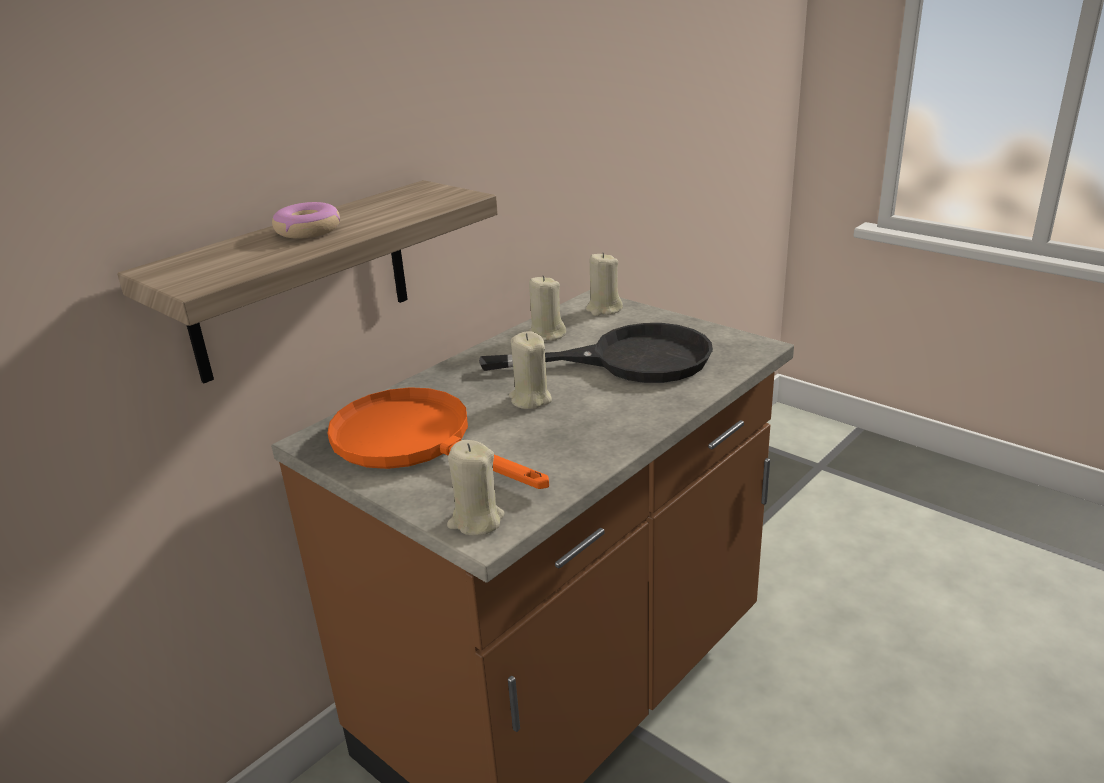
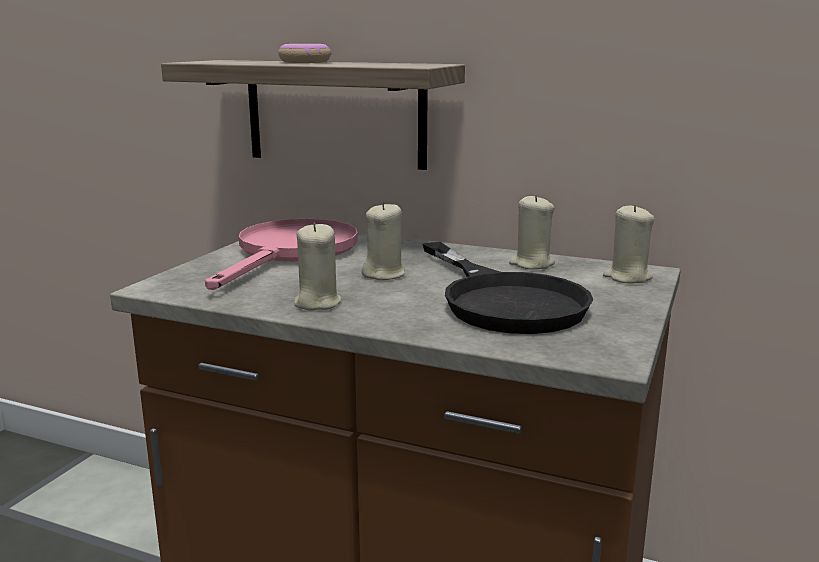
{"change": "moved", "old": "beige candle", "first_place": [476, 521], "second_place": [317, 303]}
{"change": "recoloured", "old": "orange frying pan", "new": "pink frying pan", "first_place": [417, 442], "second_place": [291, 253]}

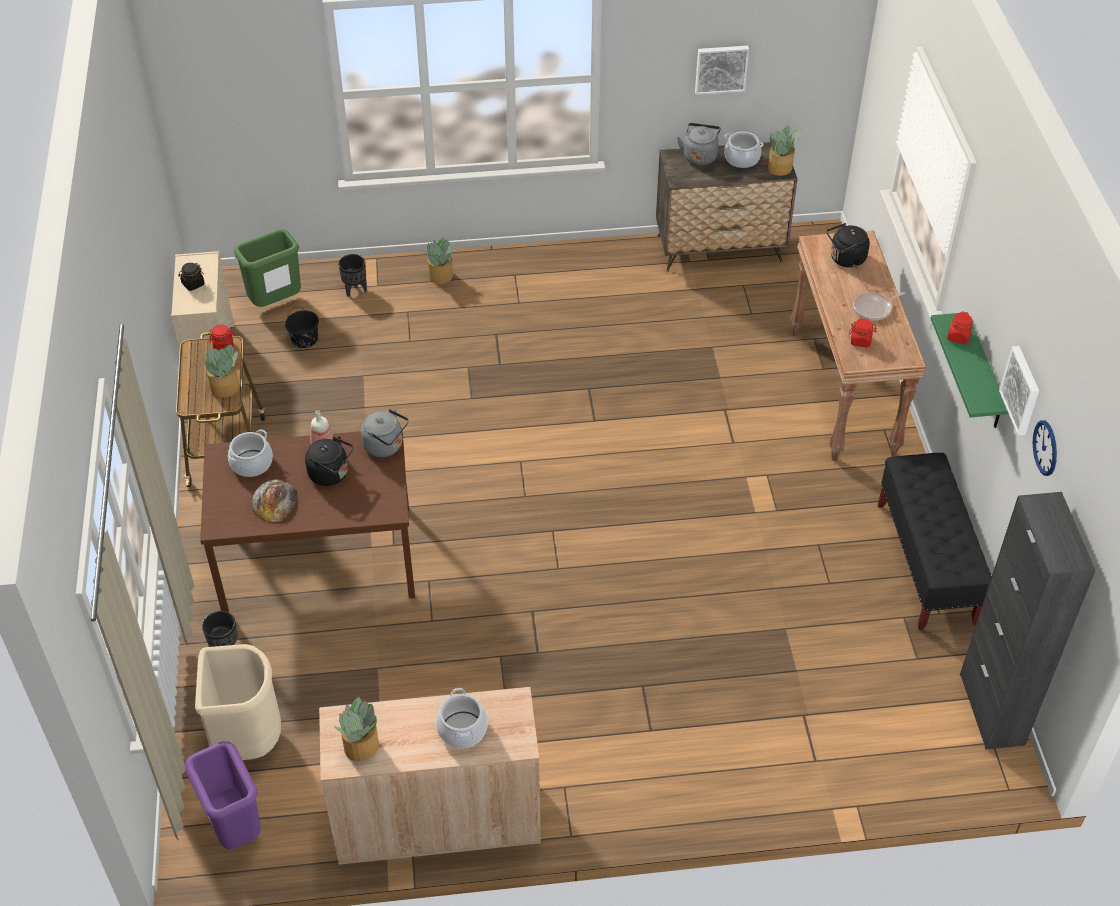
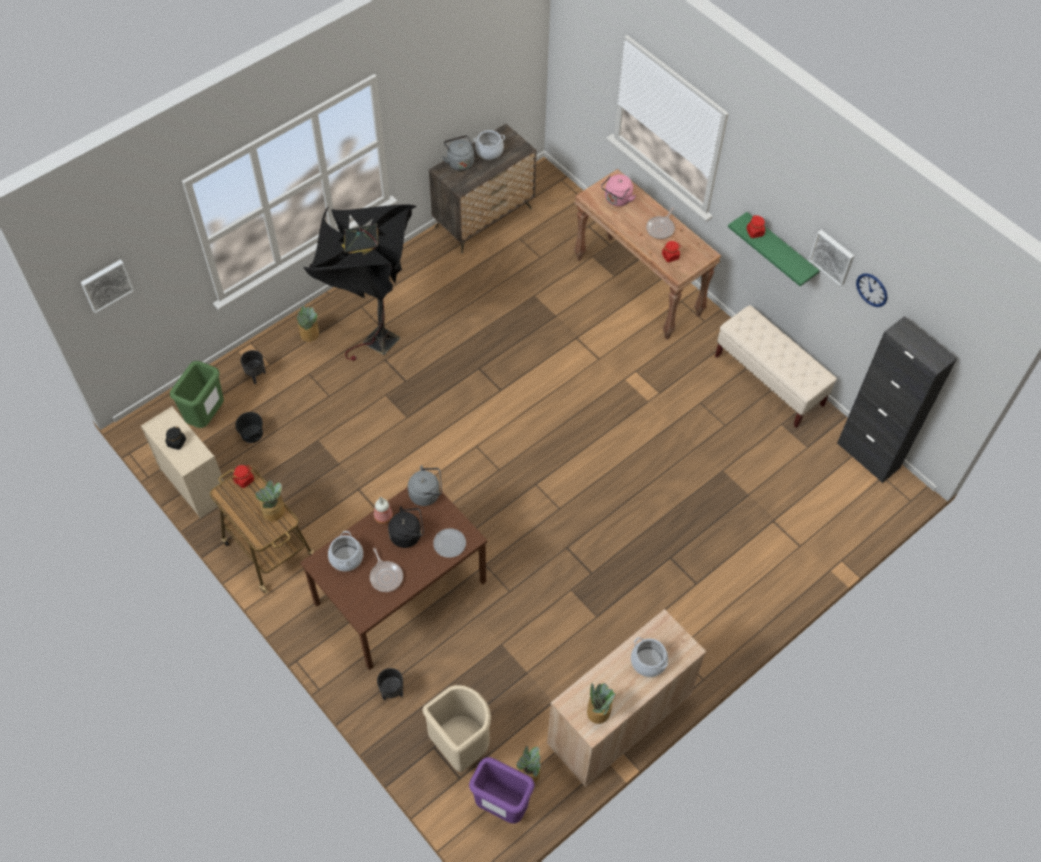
{"change": "added", "new": "black floor lamp", "second_place": [374, 336]}
{"change": "added", "new": "plate", "second_place": [450, 544]}
{"change": "moved", "old": "picture", "first_place": [721, 68], "second_place": [106, 285]}
{"change": "moved", "old": "potted plant", "first_place": [780, 168], "second_place": [529, 773]}
{"change": "replaced", "old": "bread", "new": "frying pan", "first_place": [274, 501], "second_place": [386, 576]}
{"change": "recoloured", "old": "black kettle", "new": "pink kettle", "first_place": [845, 259], "second_place": [617, 200]}
{"change": "recoloured", "old": "black bench", "new": "beige bench", "first_place": [926, 563], "second_place": [769, 381]}

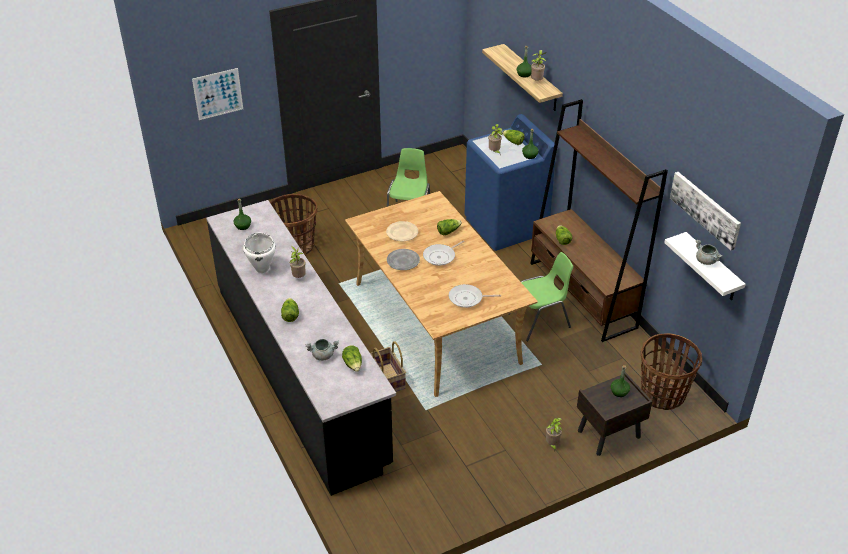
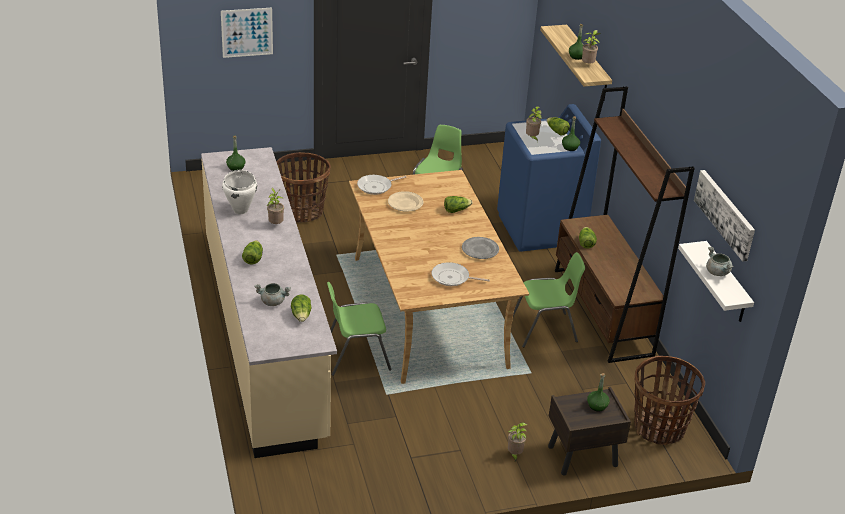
{"change": "moved", "old": "grey plate", "first_place": [403, 261], "second_place": [480, 250]}
{"change": "moved", "old": "frying pan", "first_place": [441, 256], "second_place": [376, 187]}
{"change": "replaced", "old": "basket", "new": "green chair", "first_place": [387, 379], "second_place": [355, 357]}
{"change": "recoloured", "old": "black counter", "new": "beige counter", "first_place": [300, 373], "second_place": [264, 334]}

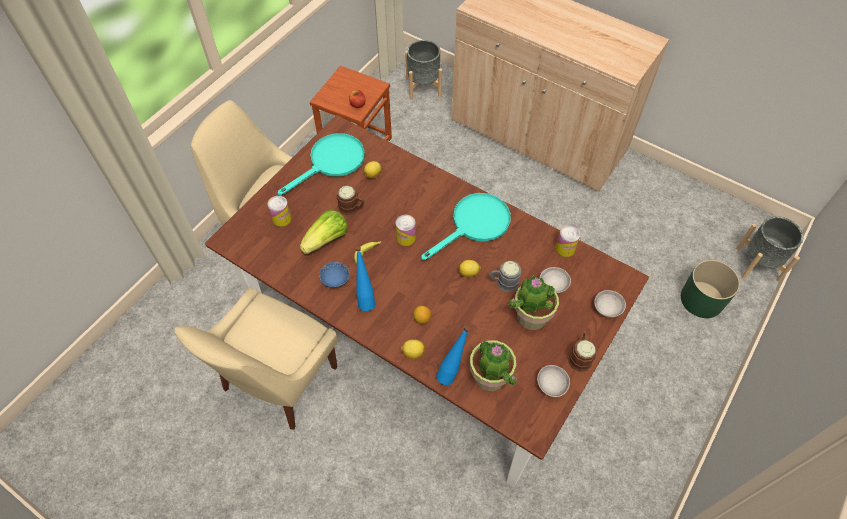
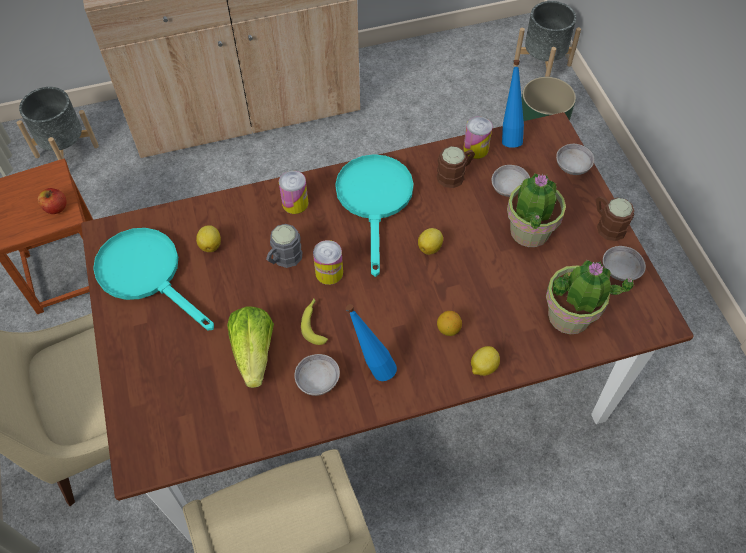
{"change": "moved", "old": "can", "first_place": [281, 218], "second_place": [295, 203]}
{"change": "moved", "old": "brown mug", "first_place": [352, 208], "second_place": [455, 175]}
{"change": "moved", "old": "blue bottle", "first_place": [452, 371], "second_place": [509, 136]}
{"change": "moved", "old": "grey mug", "first_place": [503, 282], "second_place": [283, 259]}
{"change": "recoloured", "old": "blue bowl", "new": "grey bowl", "first_place": [335, 279], "second_place": [318, 380]}
{"change": "turned", "old": "turquoise frying pan", "first_place": [331, 163], "second_place": [147, 274], "degrees": -45}

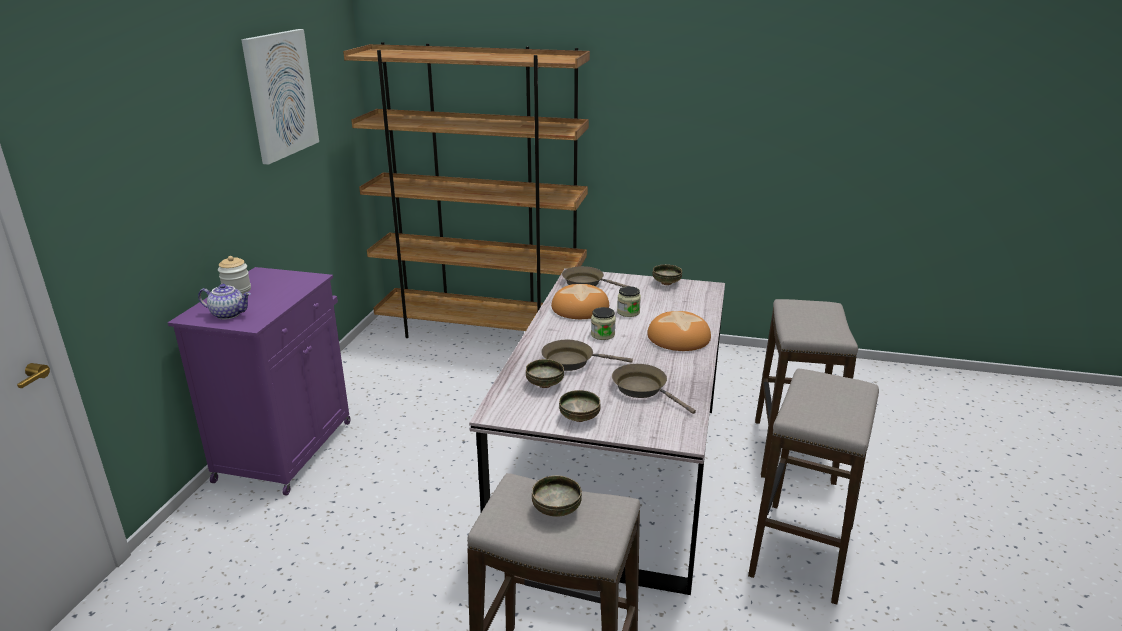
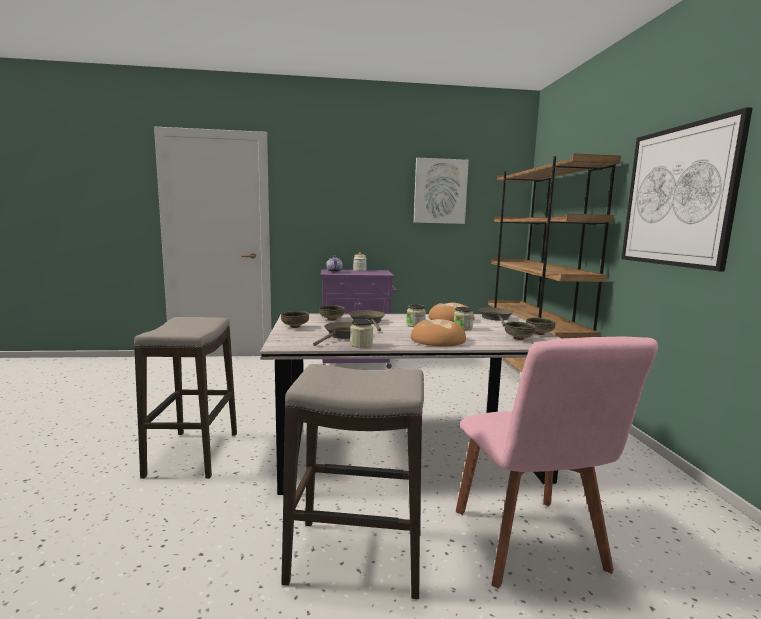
{"change": "added", "new": "jar", "second_place": [361, 344]}
{"change": "added", "new": "picture", "second_place": [677, 196]}
{"change": "moved", "old": "bowl", "first_place": [555, 510], "second_place": [518, 338]}
{"change": "replaced", "old": "stool", "new": "pink chair", "first_place": [793, 451], "second_place": [530, 545]}

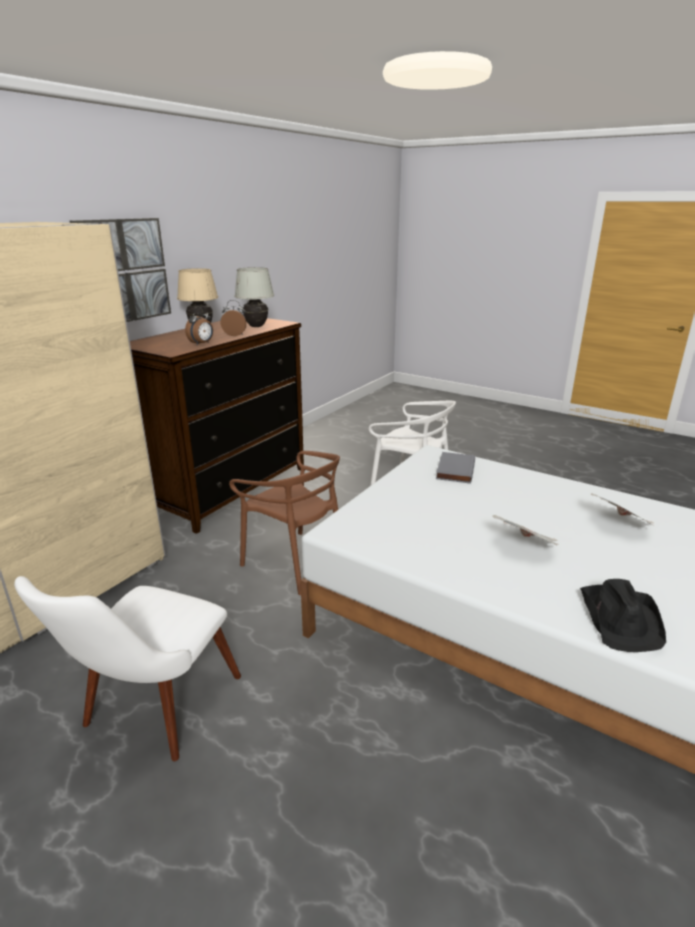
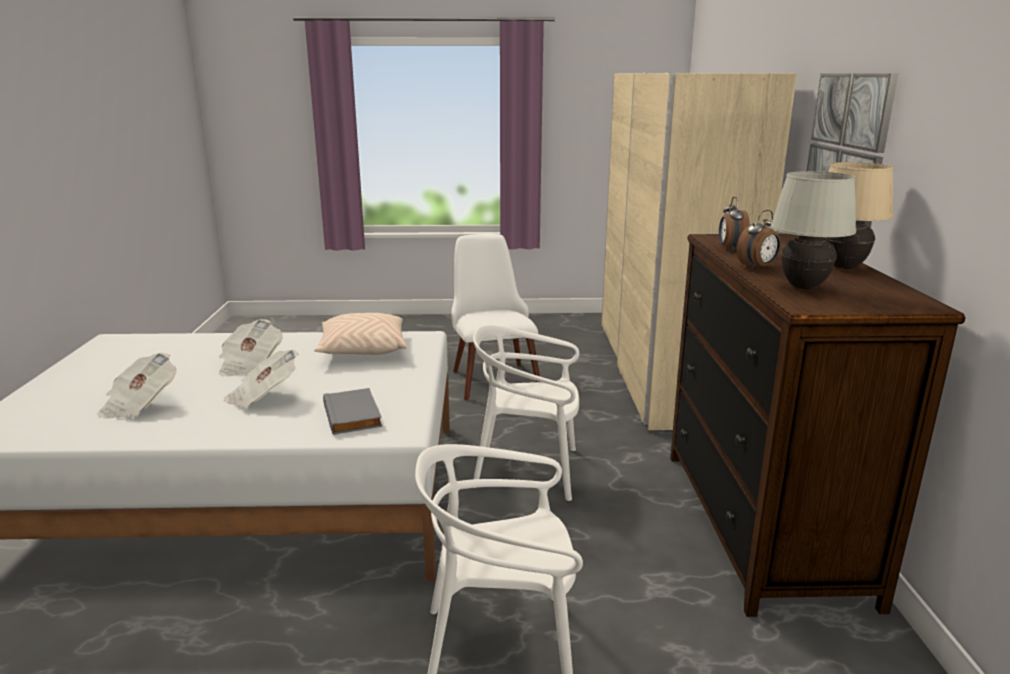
{"change": "removed", "old": "black hat", "first_place": [620, 618]}
{"change": "added", "new": "newspaper", "second_place": [263, 397]}
{"change": "added", "new": "beige pillow", "second_place": [362, 350]}
{"change": "recoloured", "old": "brown chair", "new": "white chair", "first_place": [295, 562], "second_place": [528, 470]}

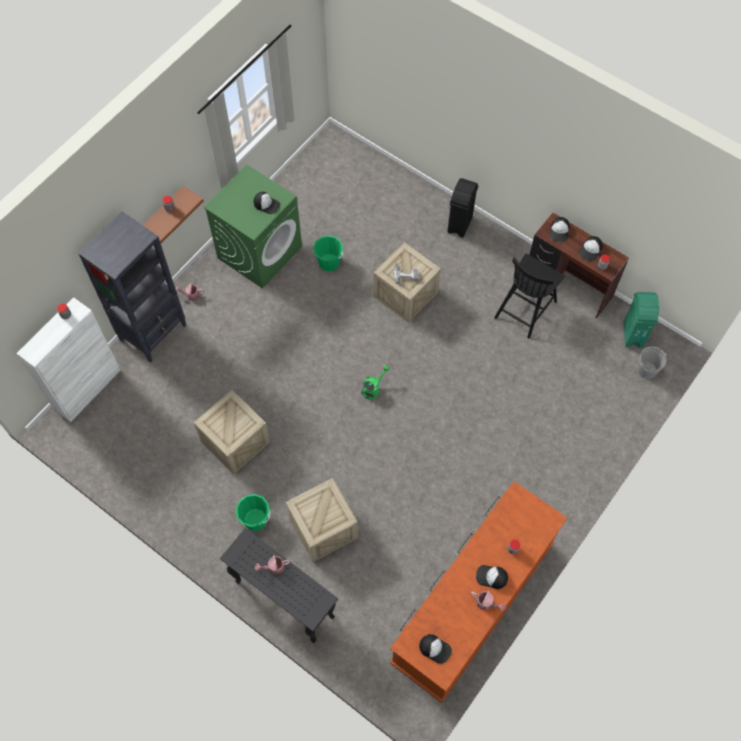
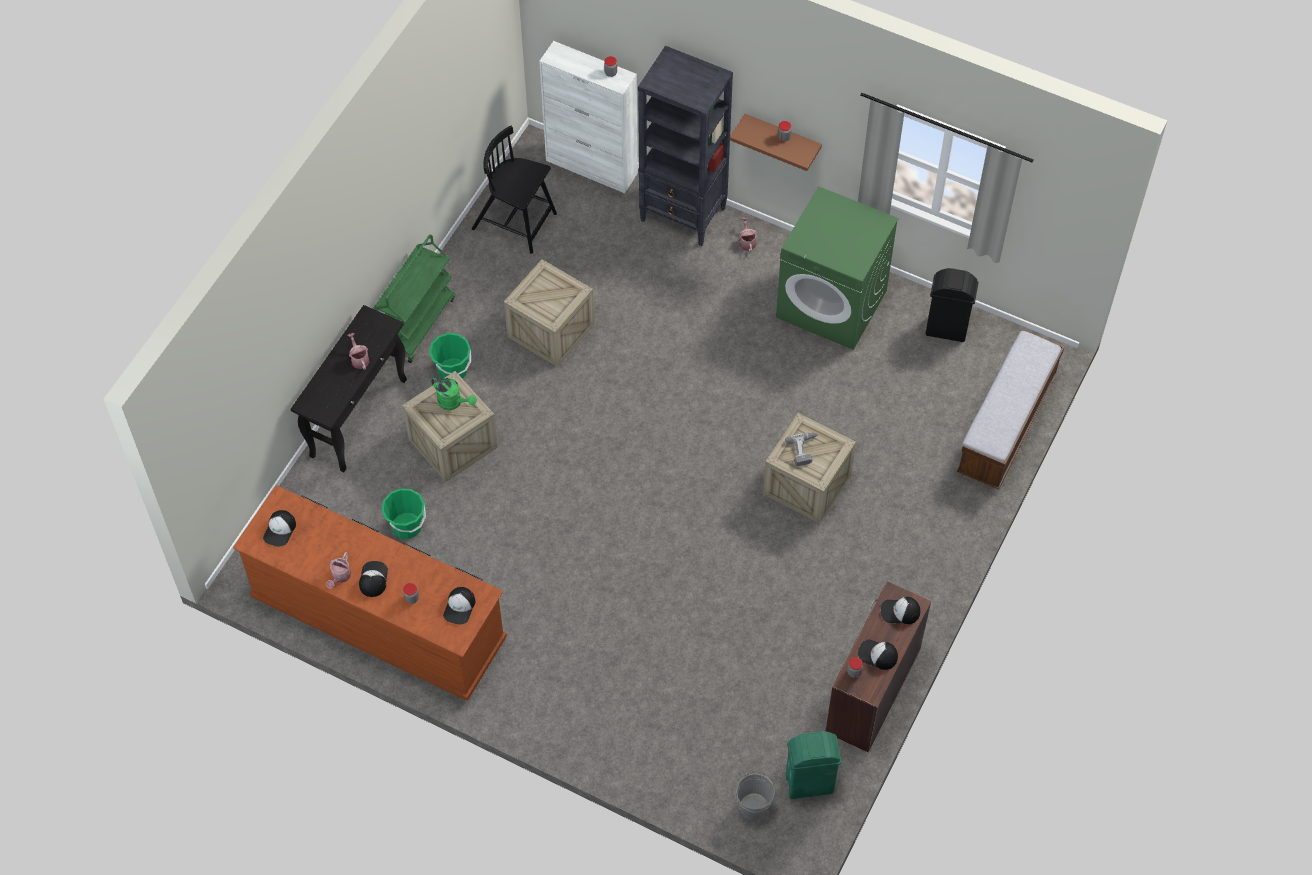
{"change": "added", "new": "green cart", "second_place": [417, 322]}
{"change": "added", "new": "bench", "second_place": [1006, 425]}
{"change": "moved", "old": "cap", "first_place": [267, 204], "second_place": [460, 607]}
{"change": "moved", "old": "green bucket", "first_place": [329, 262], "second_place": [406, 526]}
{"change": "moved", "old": "green watering can", "first_place": [373, 389], "second_place": [453, 402]}
{"change": "moved", "old": "black trash can", "first_place": [460, 224], "second_place": [947, 330]}
{"change": "moved", "old": "black chair", "first_place": [526, 308], "second_place": [515, 222]}

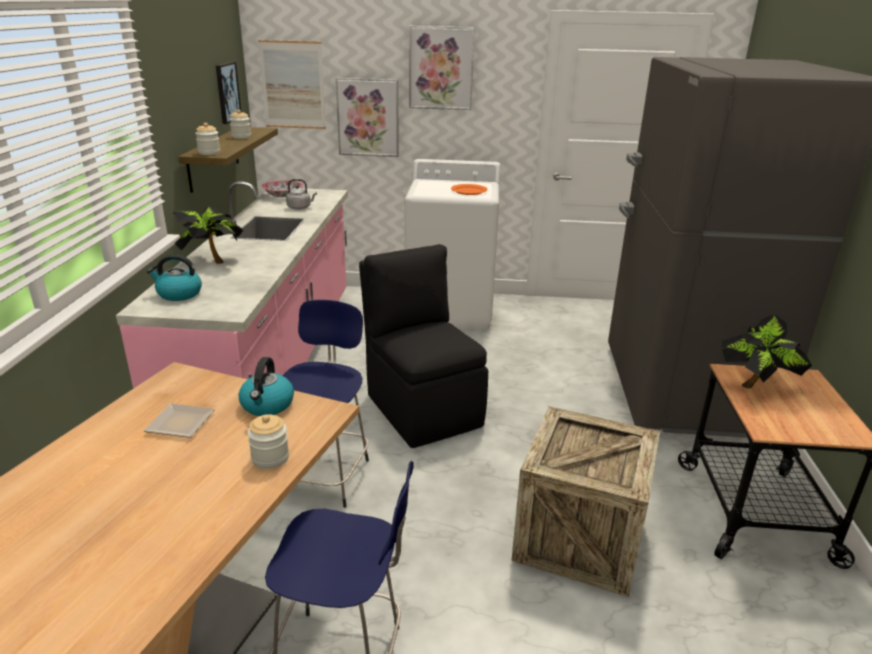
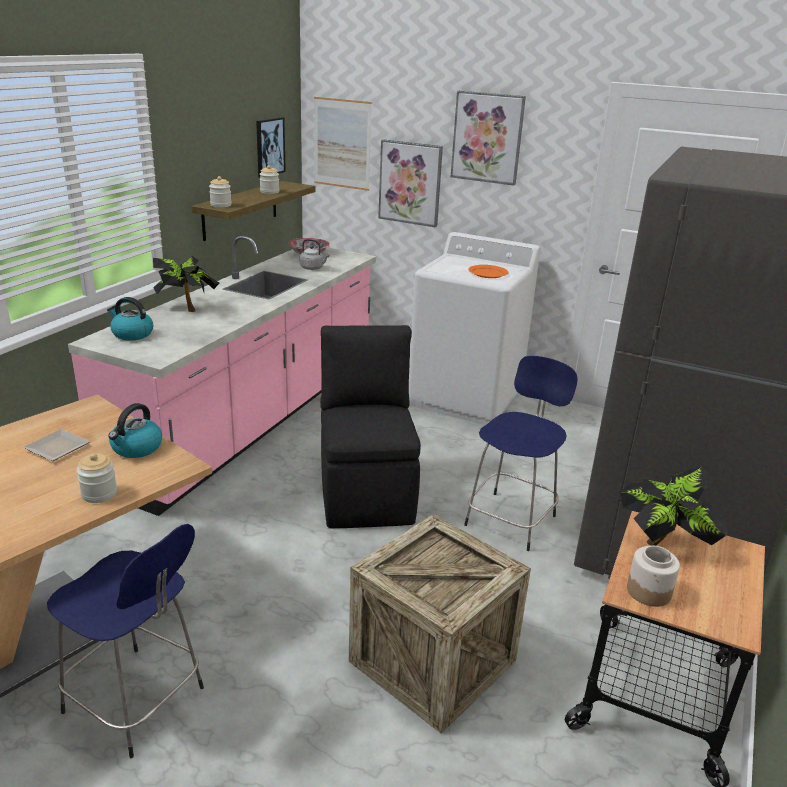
{"change": "added", "new": "jar", "second_place": [649, 591]}
{"change": "moved", "old": "blue stool", "first_place": [324, 474], "second_place": [512, 519]}

